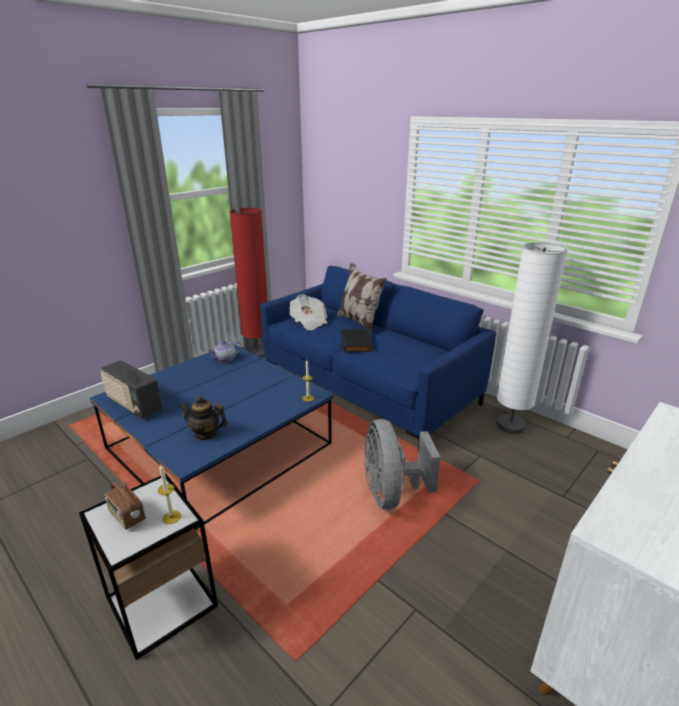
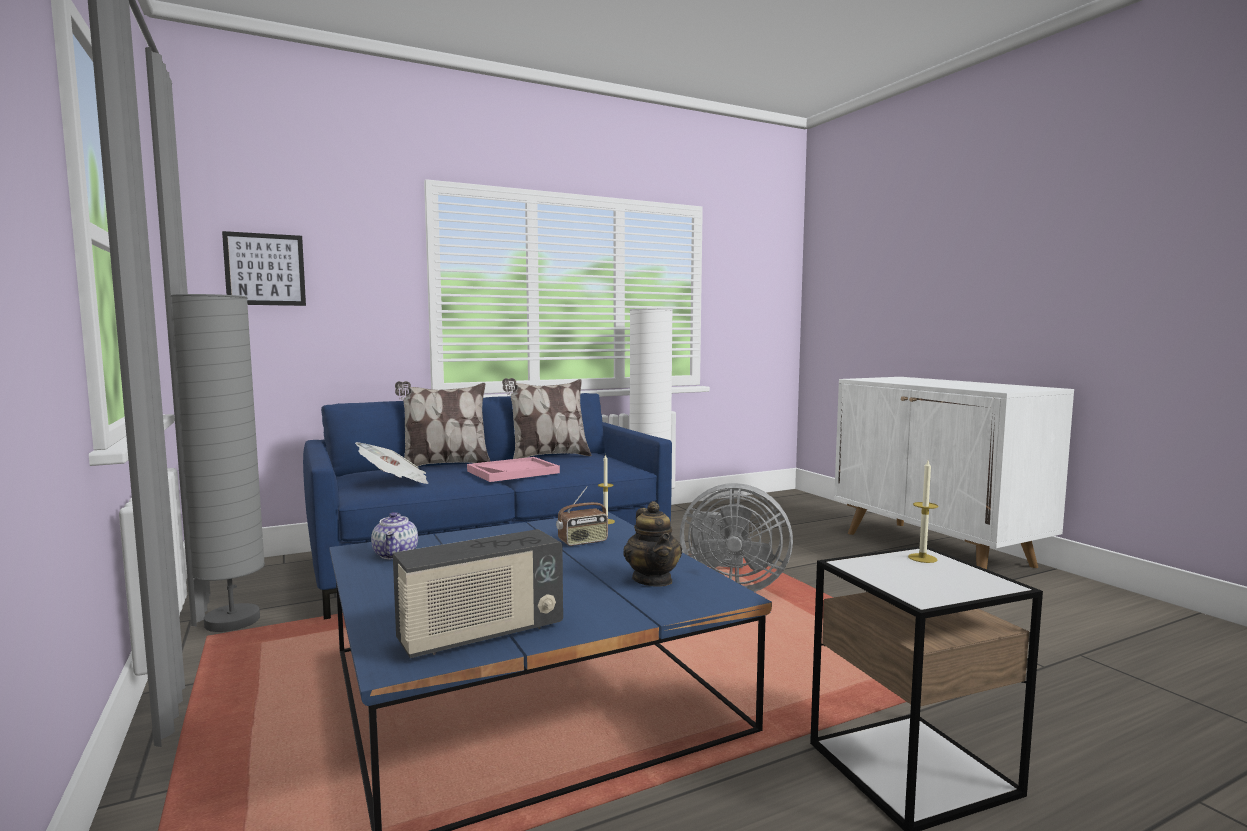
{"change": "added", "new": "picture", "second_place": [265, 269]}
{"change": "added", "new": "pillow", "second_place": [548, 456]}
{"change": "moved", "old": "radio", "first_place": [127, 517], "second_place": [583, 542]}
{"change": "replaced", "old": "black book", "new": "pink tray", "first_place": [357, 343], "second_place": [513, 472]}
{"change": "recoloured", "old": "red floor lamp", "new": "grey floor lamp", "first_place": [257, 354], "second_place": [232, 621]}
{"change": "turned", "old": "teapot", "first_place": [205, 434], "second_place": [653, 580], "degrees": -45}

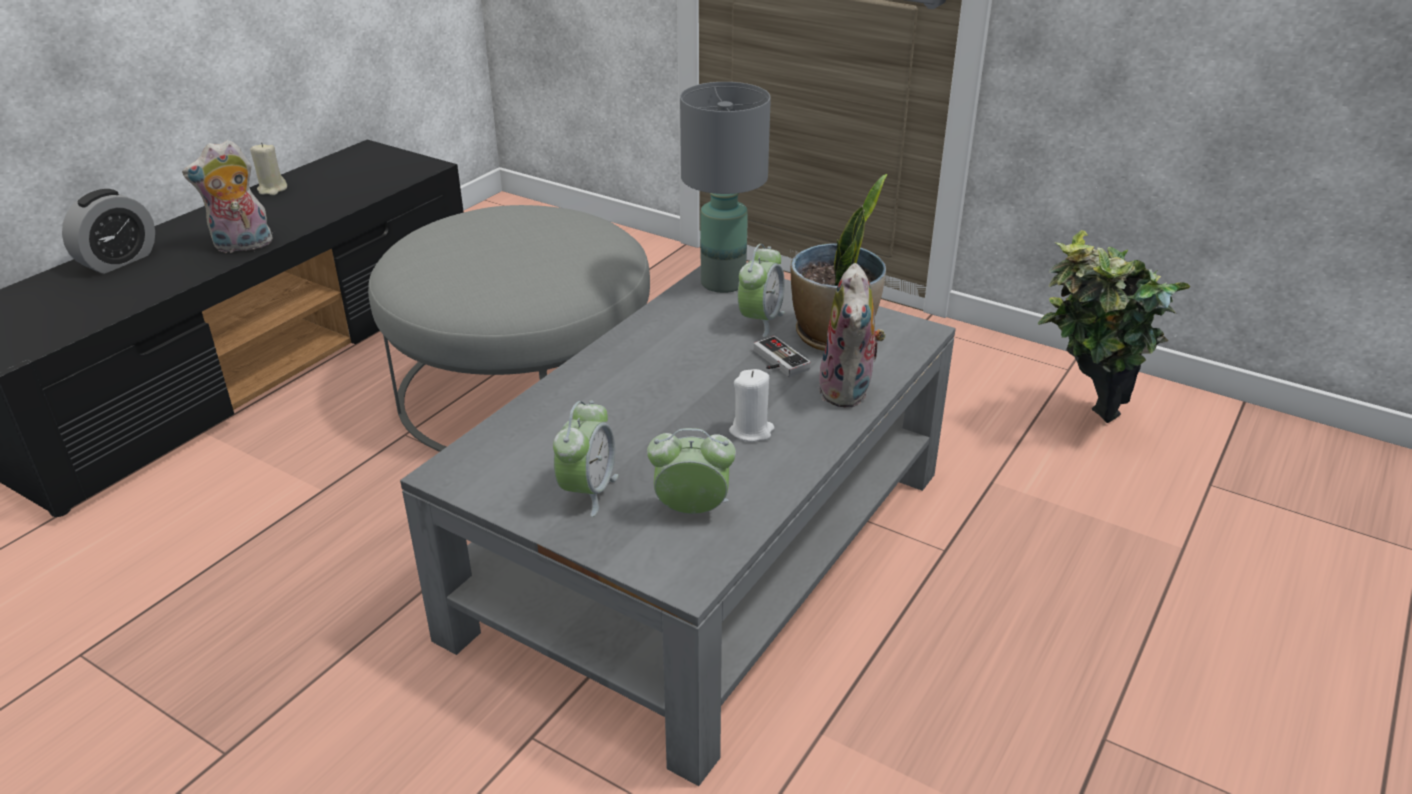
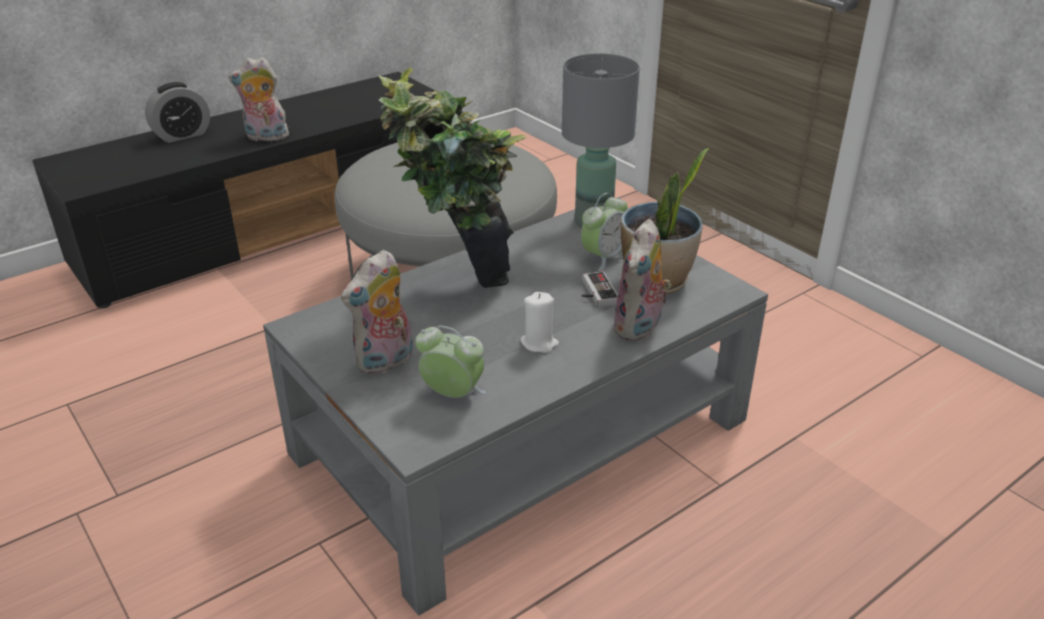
{"change": "removed", "old": "beige candle", "first_place": [272, 189]}
{"change": "moved", "old": "potted plant", "first_place": [1081, 427], "second_place": [458, 286]}
{"change": "replaced", "old": "alarm clock", "new": "plush toy", "first_place": [587, 491], "second_place": [386, 362]}

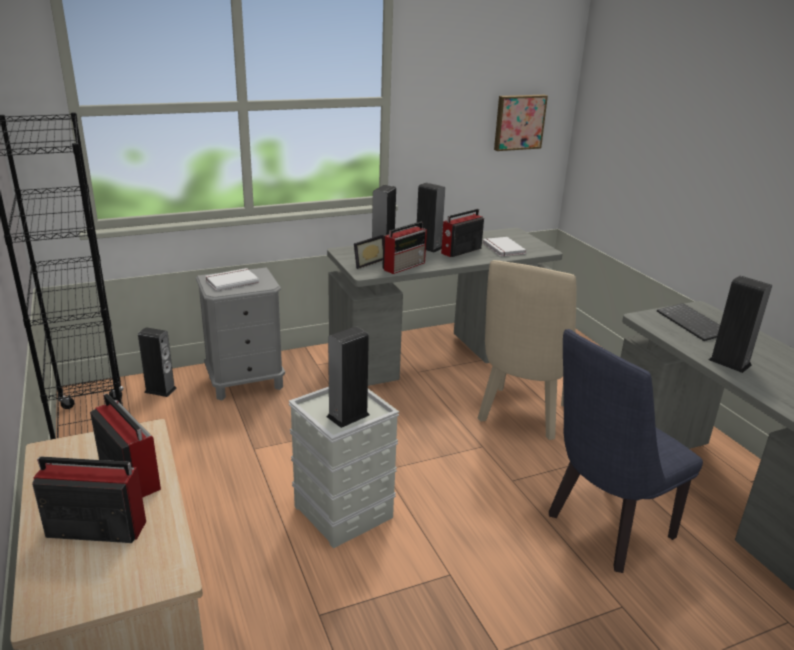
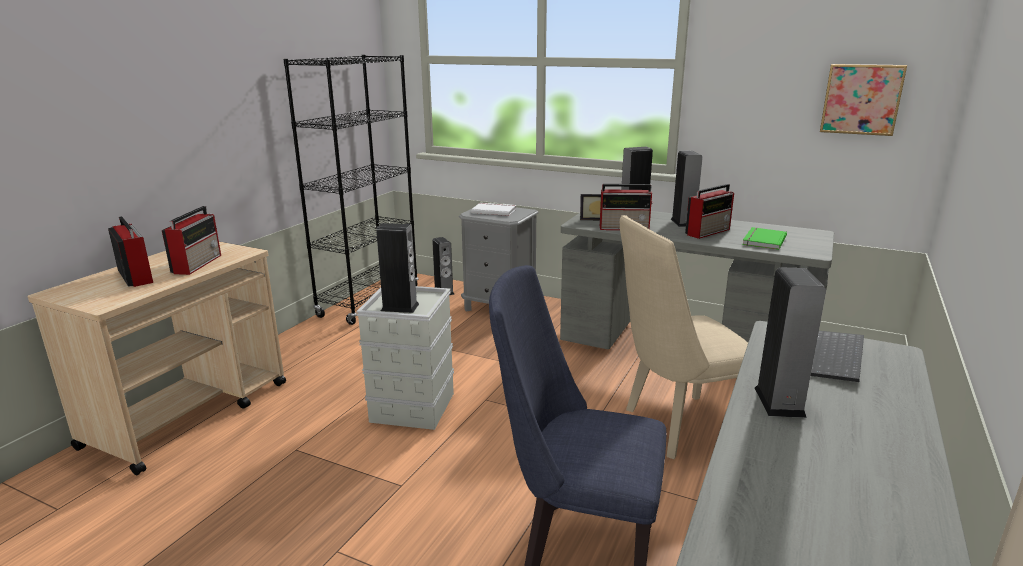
{"change": "recoloured", "old": "white book", "new": "green book", "first_place": [502, 248], "second_place": [762, 240]}
{"change": "turned", "old": "radio", "first_place": [460, 251], "second_place": [708, 232], "degrees": 135}

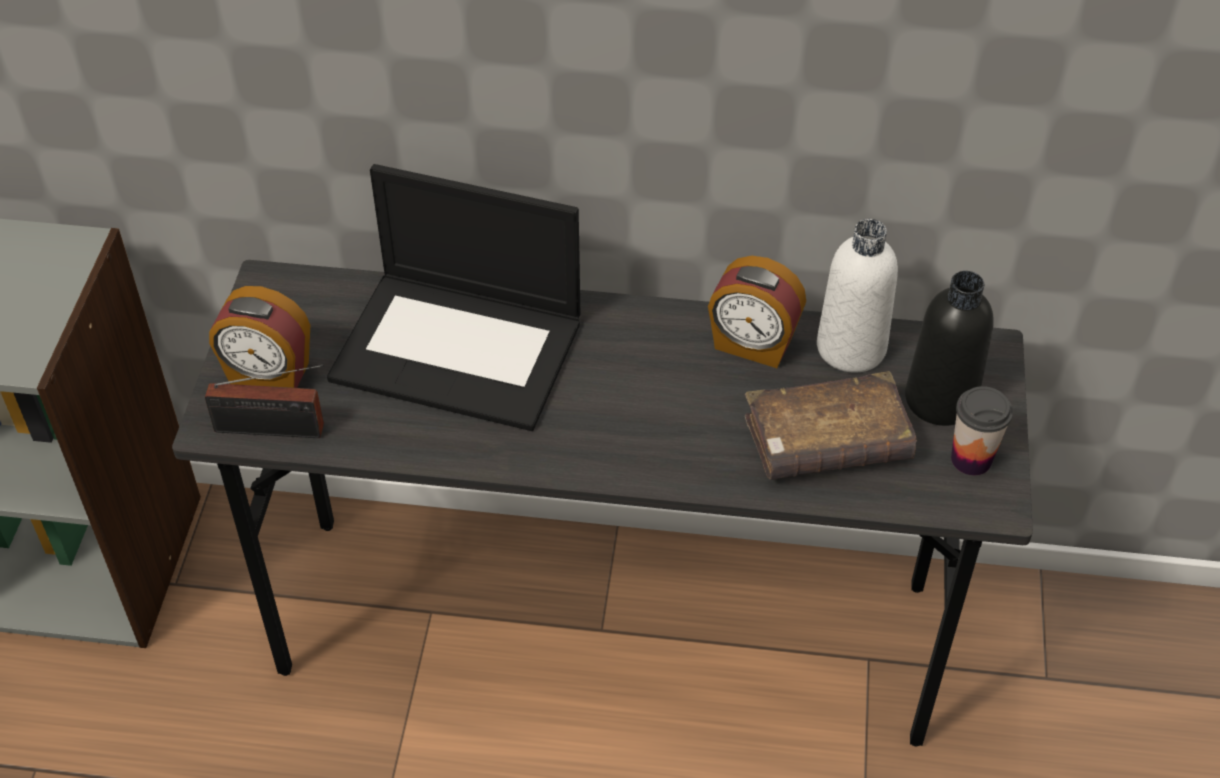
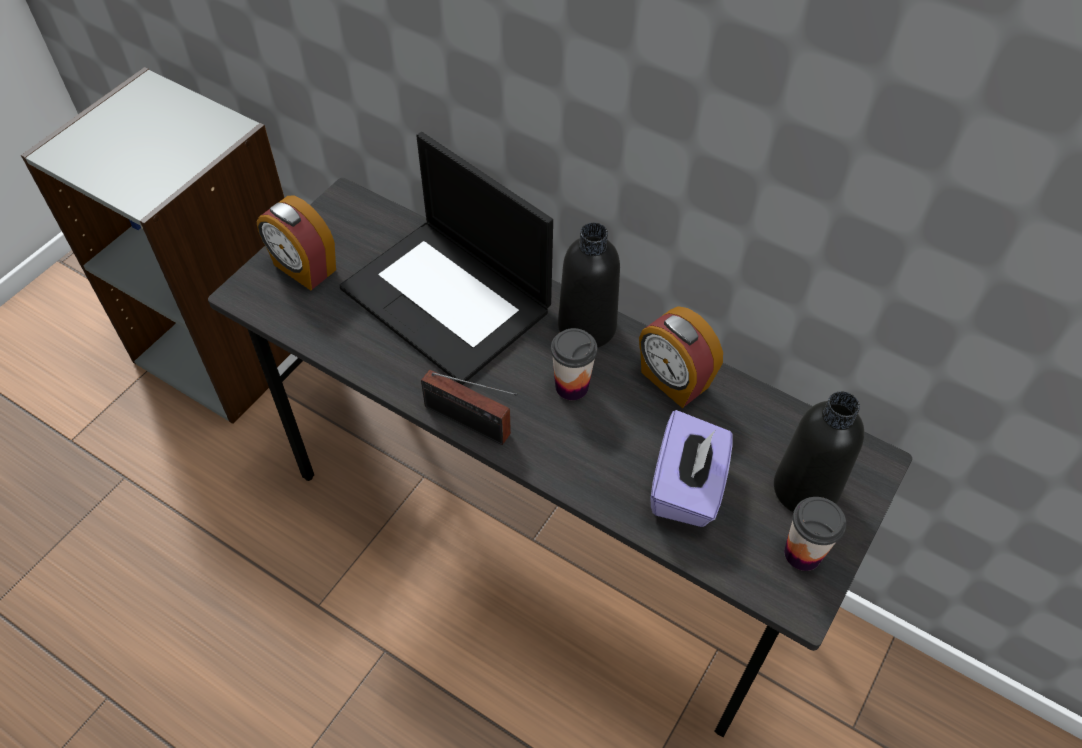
{"change": "removed", "old": "white bottle", "first_place": [851, 348]}
{"change": "added", "new": "cup", "second_place": [571, 386]}
{"change": "added", "new": "black bottle", "second_place": [587, 327]}
{"change": "moved", "old": "radio", "first_place": [275, 430], "second_place": [471, 423]}
{"change": "replaced", "old": "brown book", "new": "purple tissue box", "first_place": [827, 442], "second_place": [687, 488]}

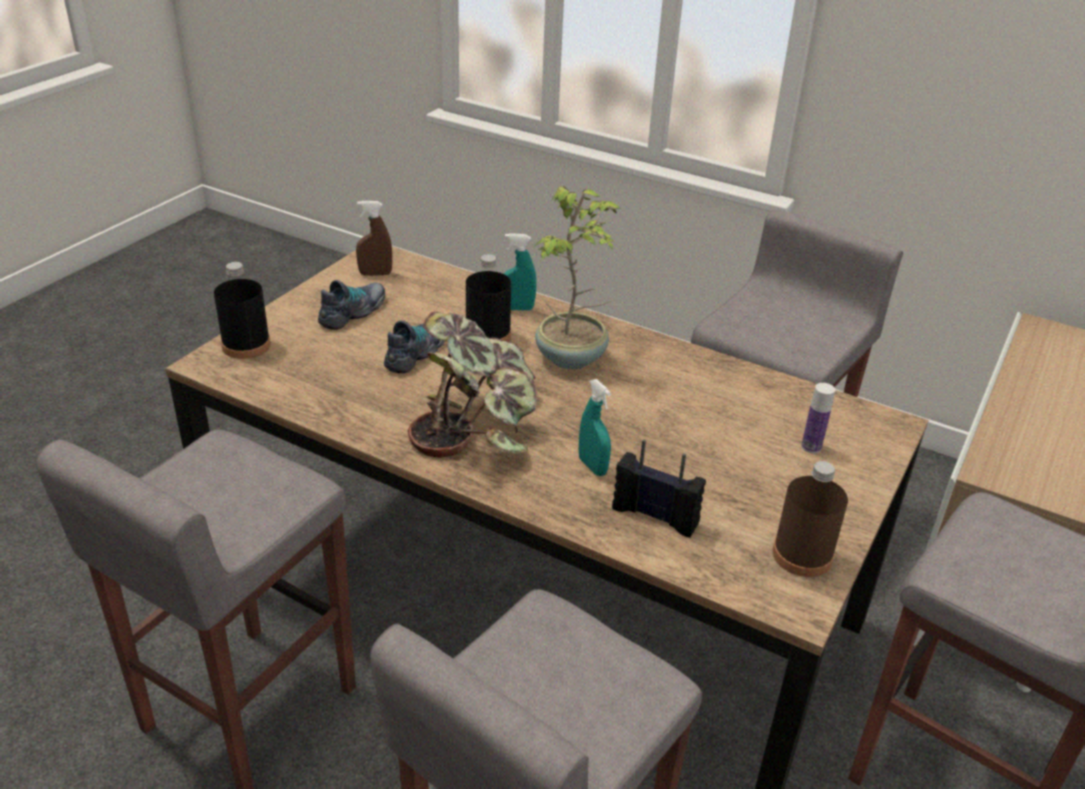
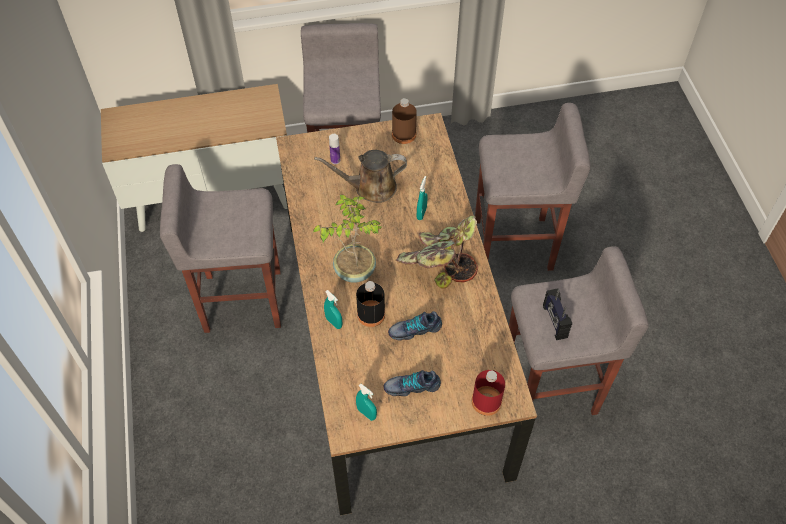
{"change": "added", "new": "brown watering can", "second_place": [371, 188]}
{"change": "moved", "old": "radio", "first_place": [655, 515], "second_place": [554, 321]}
{"change": "recoloured", "old": "black bottle", "new": "red bottle", "first_place": [246, 345], "second_place": [486, 401]}
{"change": "recoloured", "old": "brown spray bottle", "new": "turquoise spray bottle", "first_place": [375, 274], "second_place": [366, 413]}

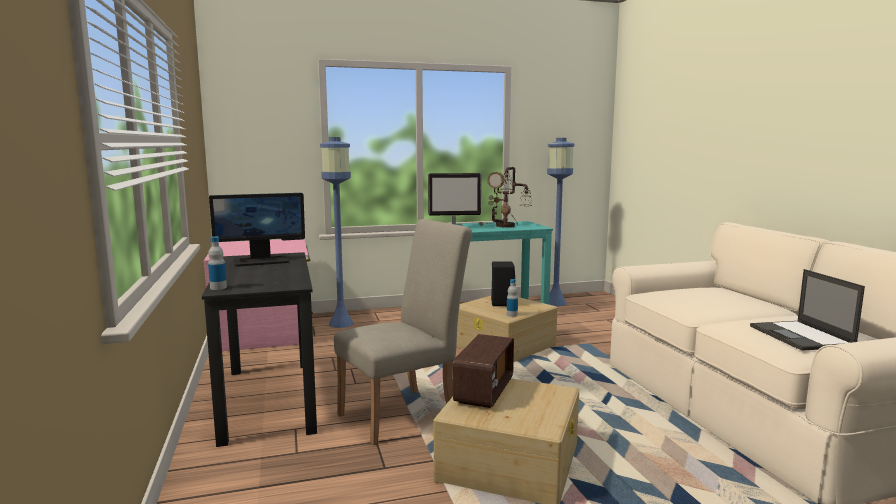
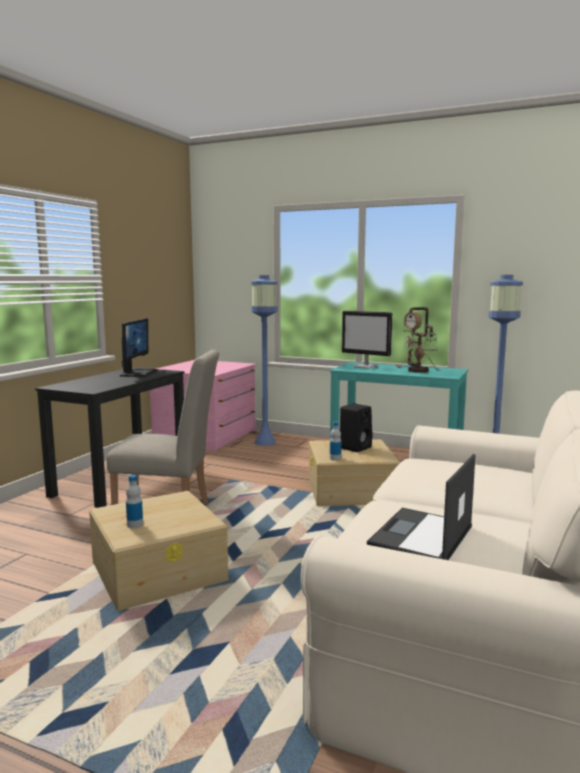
{"change": "removed", "old": "radio", "first_place": [484, 391]}
{"change": "moved", "old": "bottle", "first_place": [218, 288], "second_place": [135, 525]}
{"change": "turned", "old": "monitor", "first_place": [261, 261], "second_place": [138, 373], "degrees": -105}

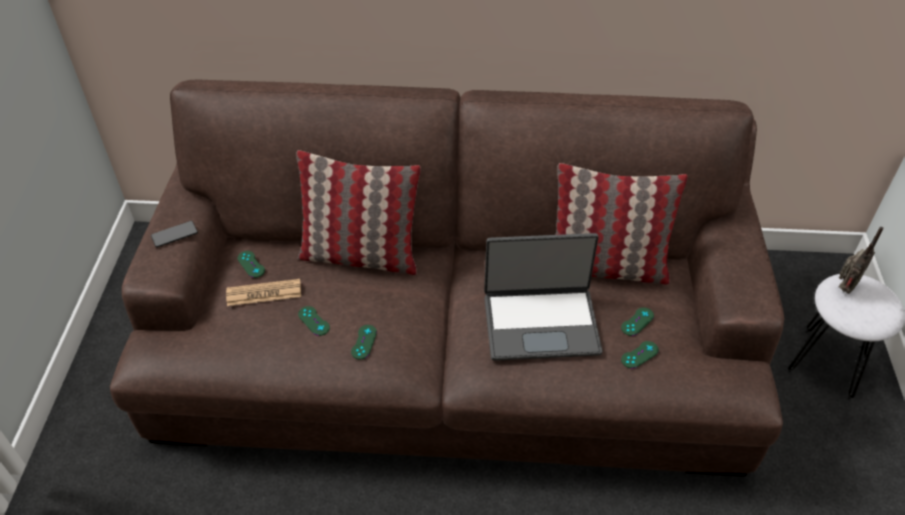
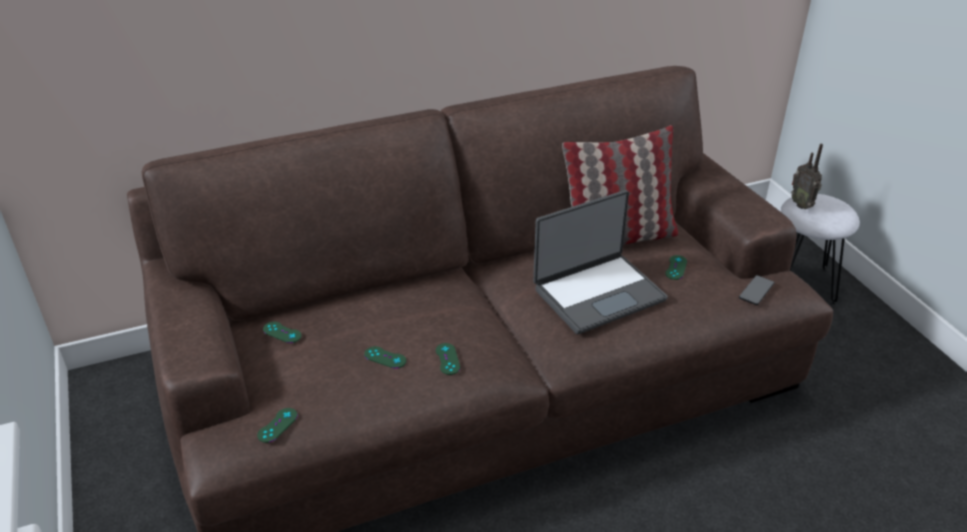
{"change": "removed", "old": "newspaper", "first_place": [264, 293]}
{"change": "removed", "old": "pillow", "first_place": [360, 255]}
{"change": "moved", "old": "phone", "first_place": [174, 234], "second_place": [756, 291]}
{"change": "moved", "old": "green game controller", "first_place": [639, 355], "second_place": [277, 425]}
{"change": "turned", "old": "radio", "first_place": [843, 288], "second_place": [802, 205], "degrees": 135}

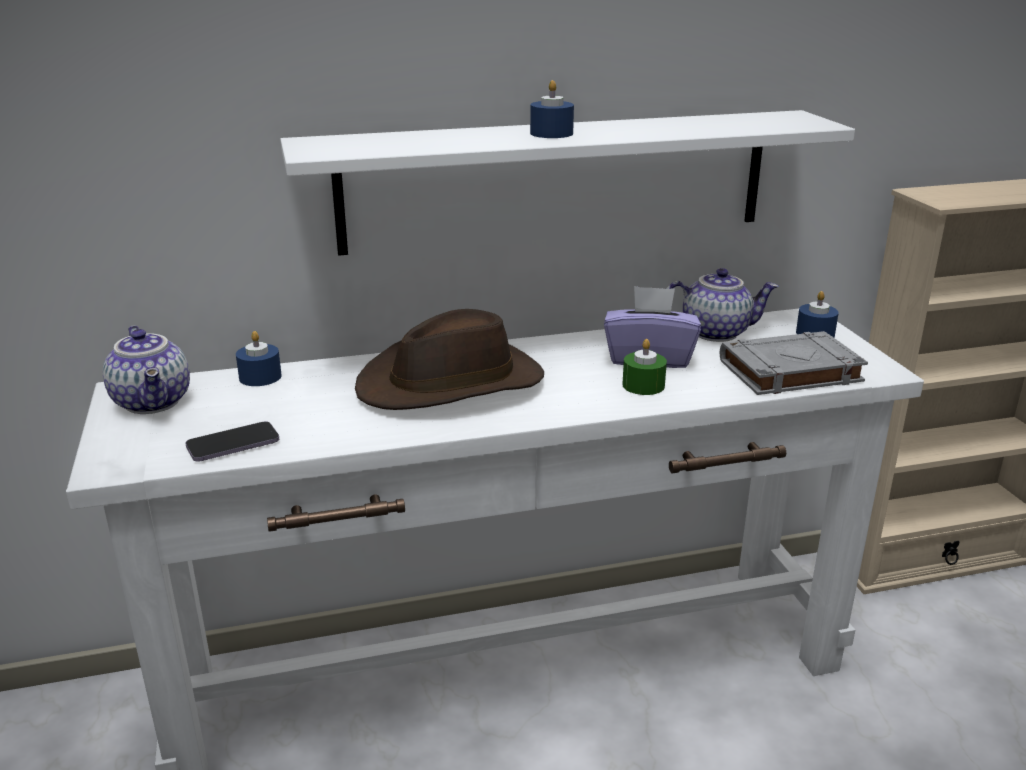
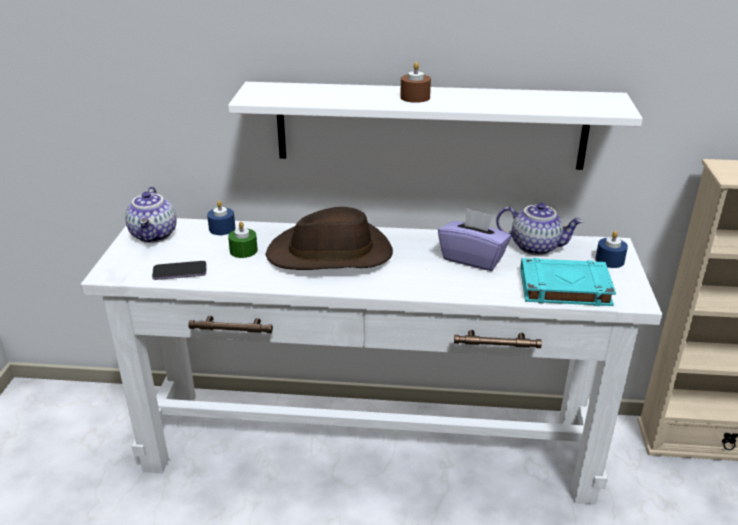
{"change": "moved", "old": "green candle", "first_place": [643, 385], "second_place": [243, 250]}
{"change": "recoloured", "old": "blue candle", "new": "brown candle", "first_place": [551, 133], "second_place": [415, 97]}
{"change": "recoloured", "old": "grey book", "new": "turquoise book", "first_place": [789, 372], "second_place": [563, 288]}

